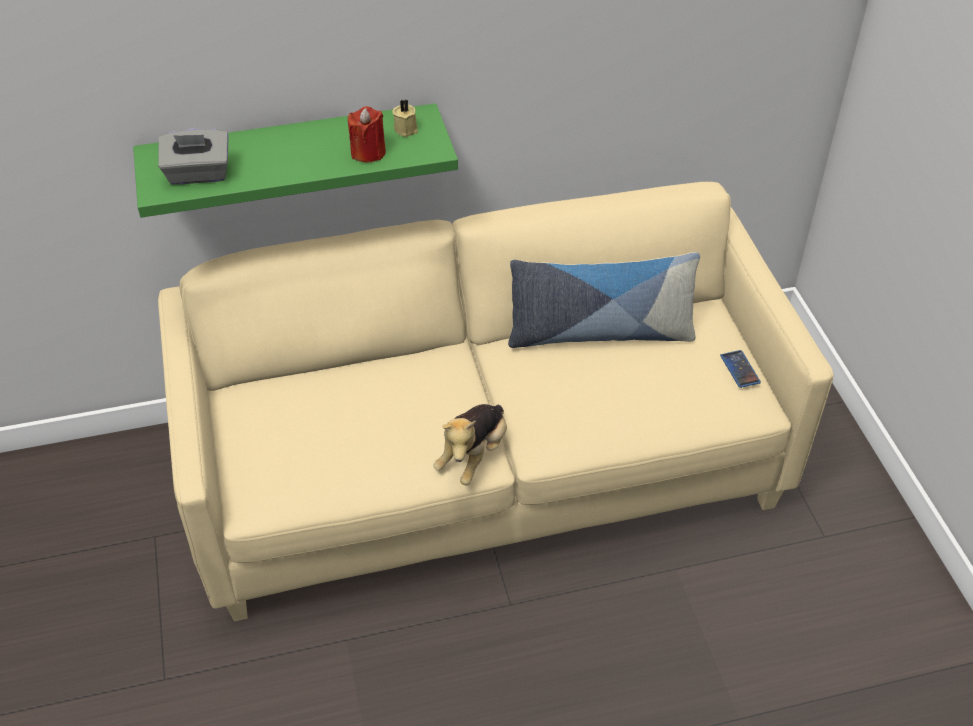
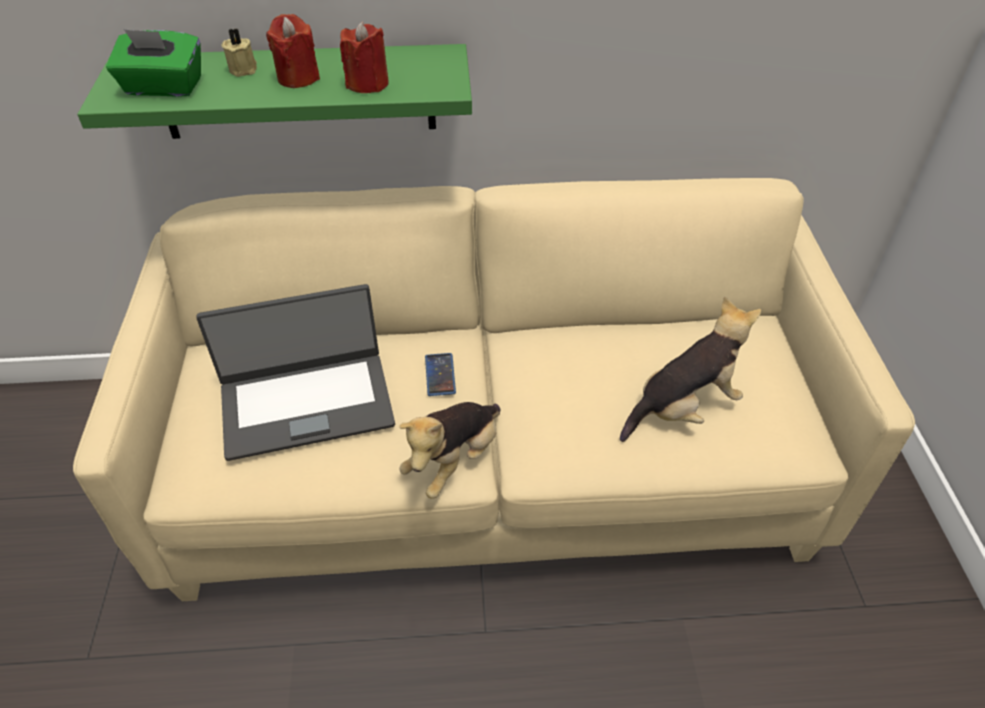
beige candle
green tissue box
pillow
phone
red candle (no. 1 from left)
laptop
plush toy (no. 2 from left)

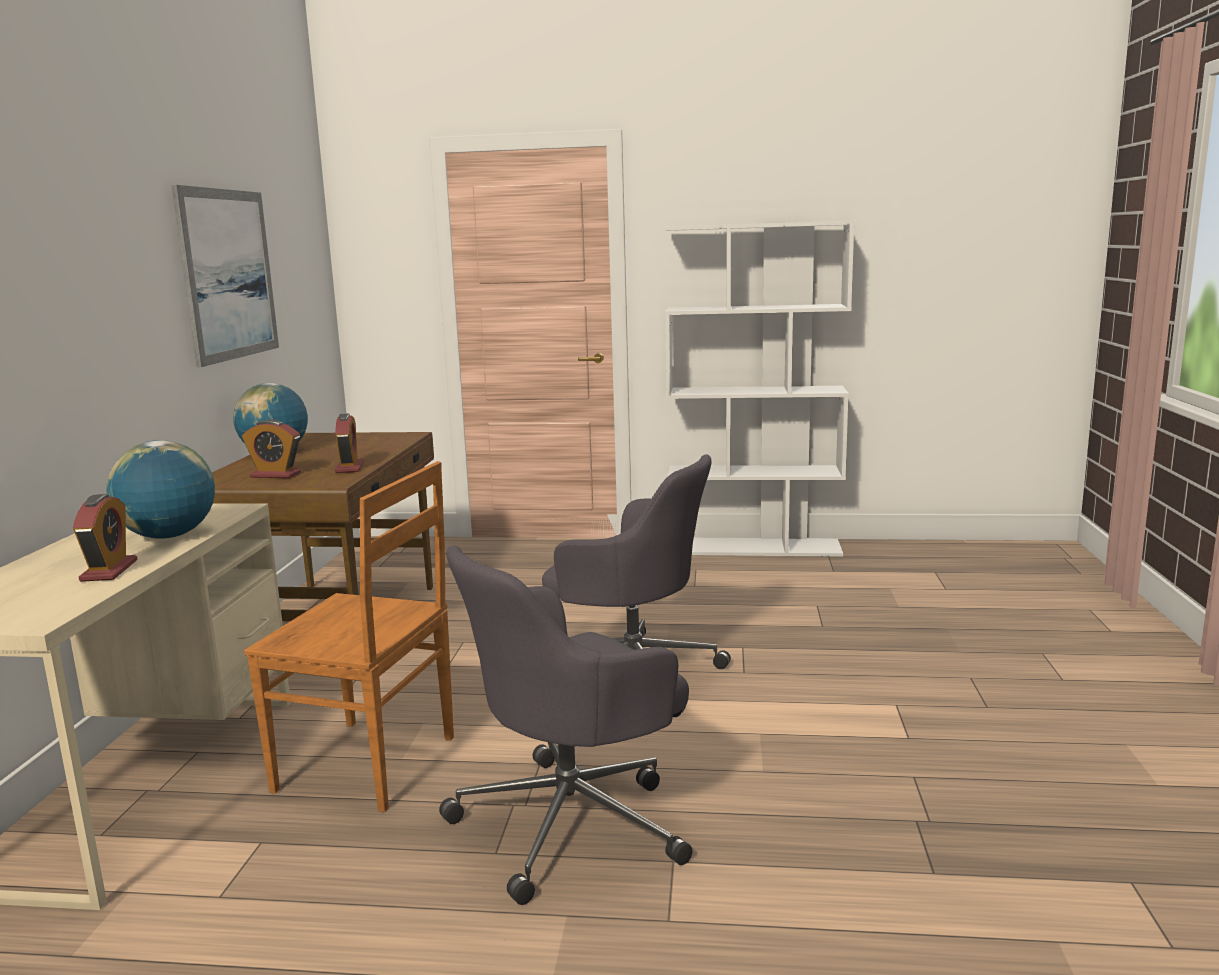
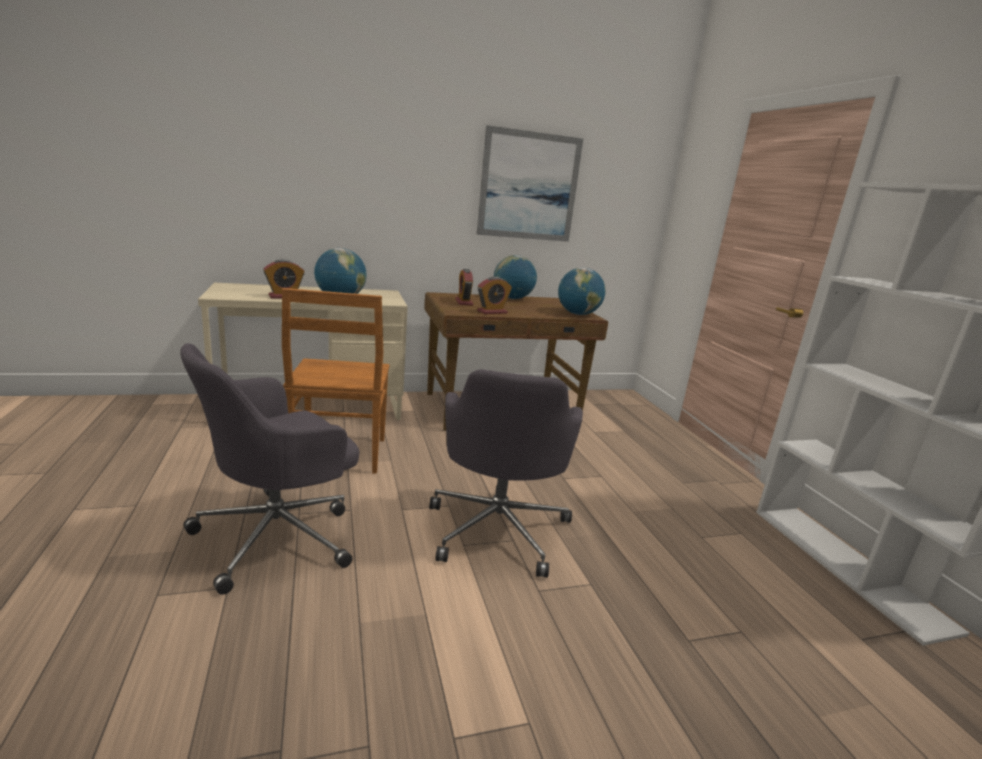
grey office chair (no. 1 from left)
globe (no. 3 from left)

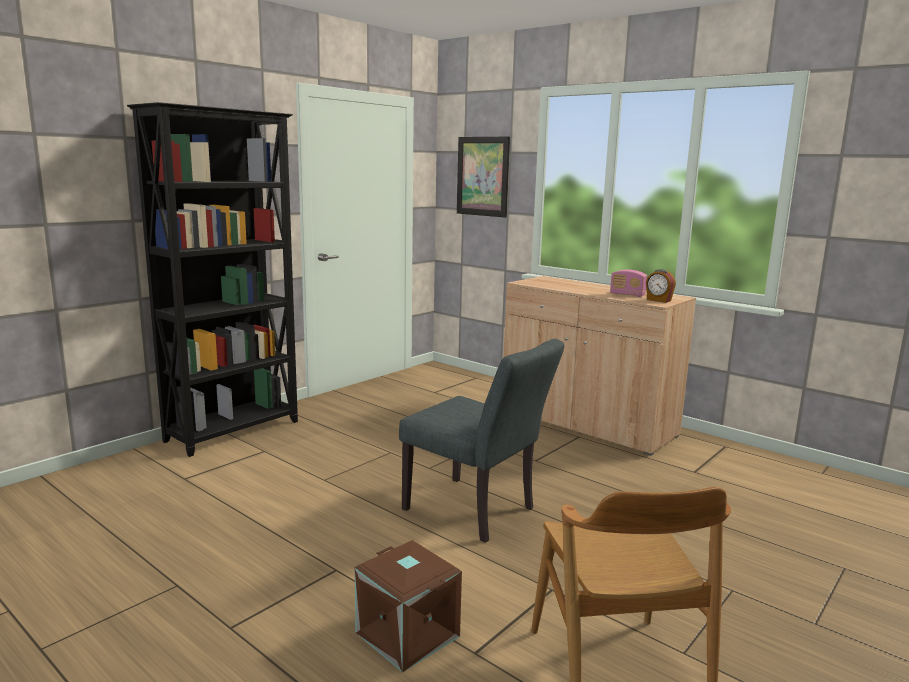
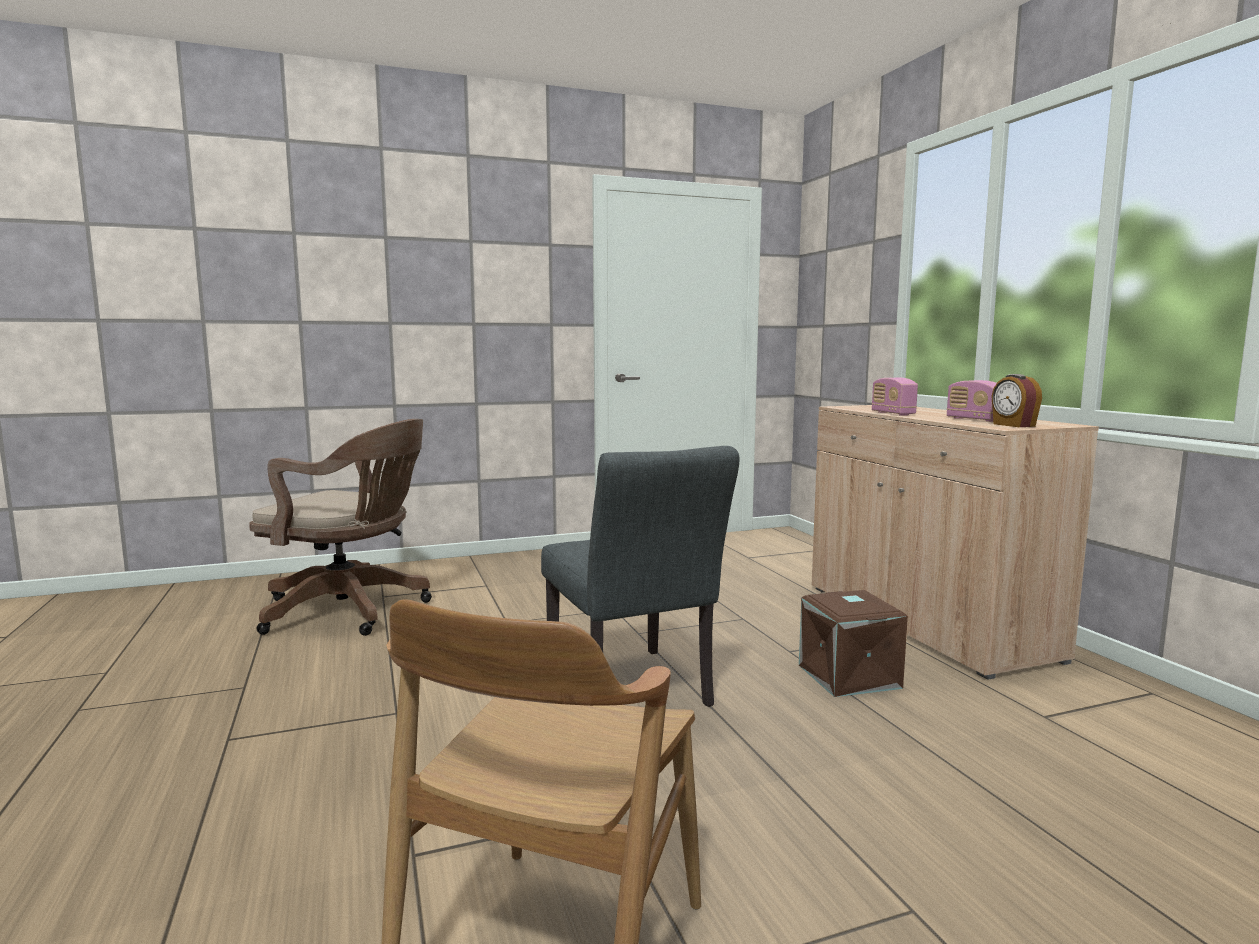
black bookcase
picture
brown storage box
radio (no. 1 from left)
brown office chair

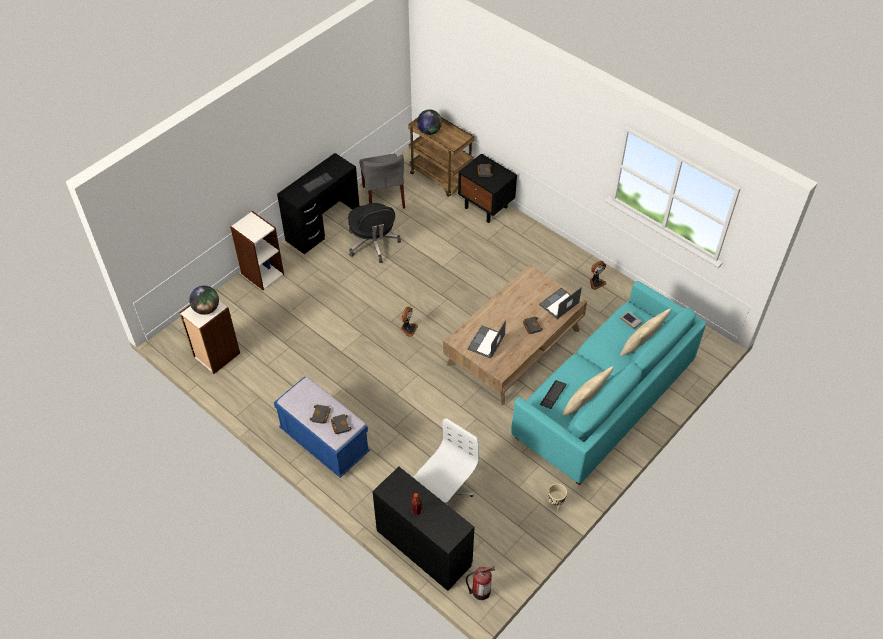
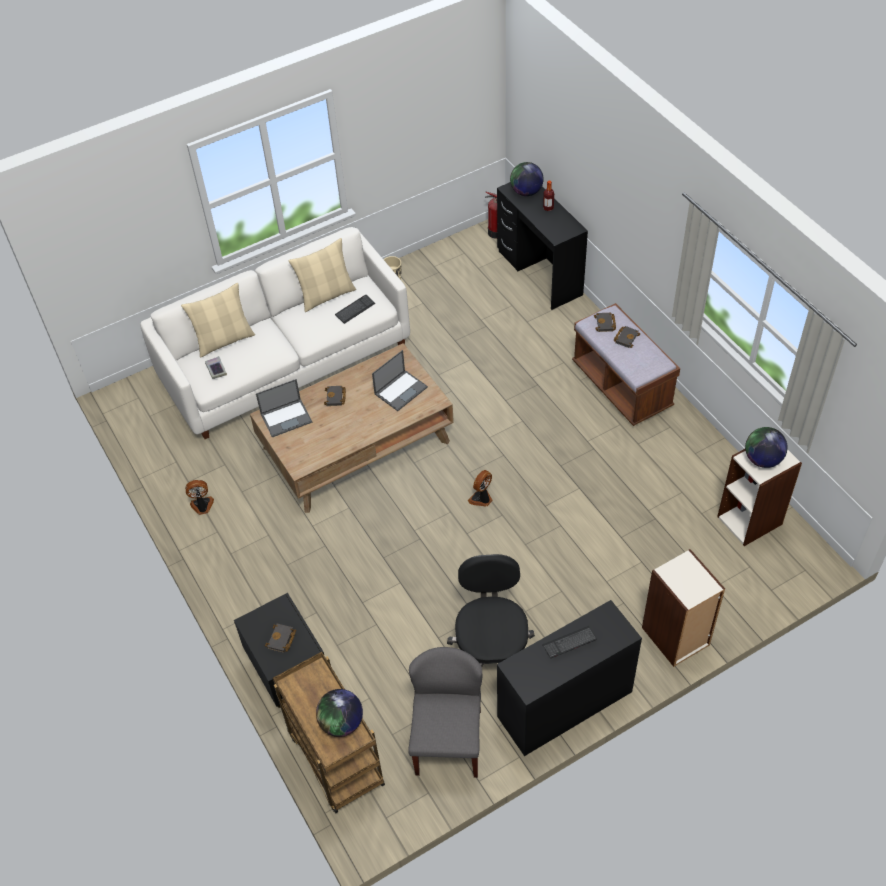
white sofa
brown bench
white office chair
globe (no. 2 from left)

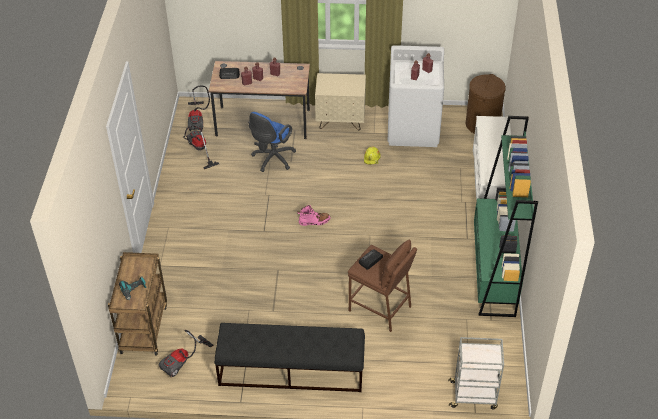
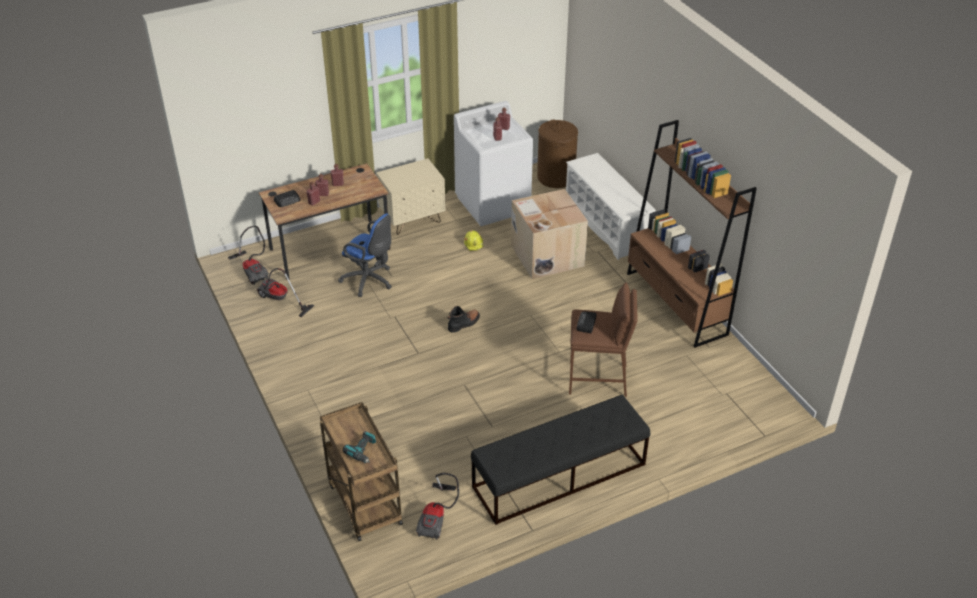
blue office chair
brown bookcase
black boot
grey cart
cardboard box

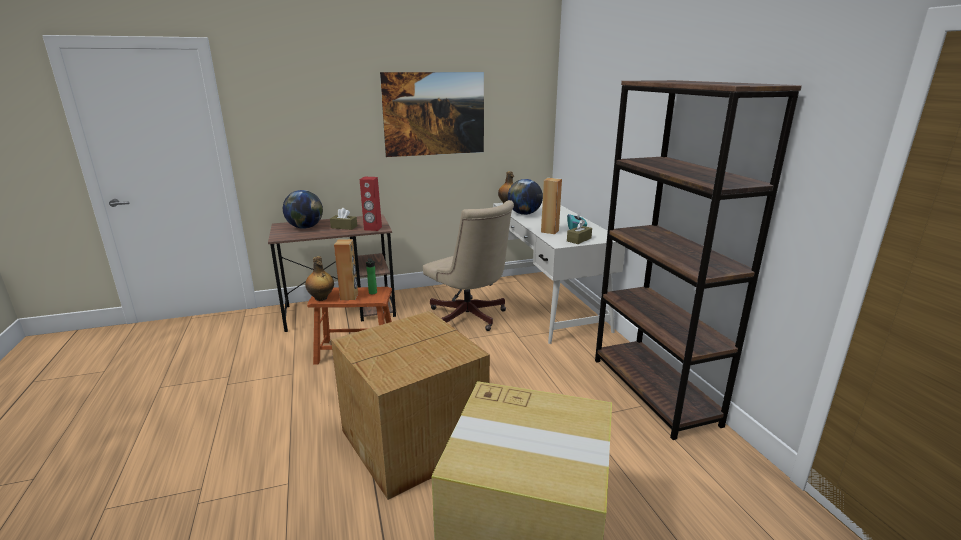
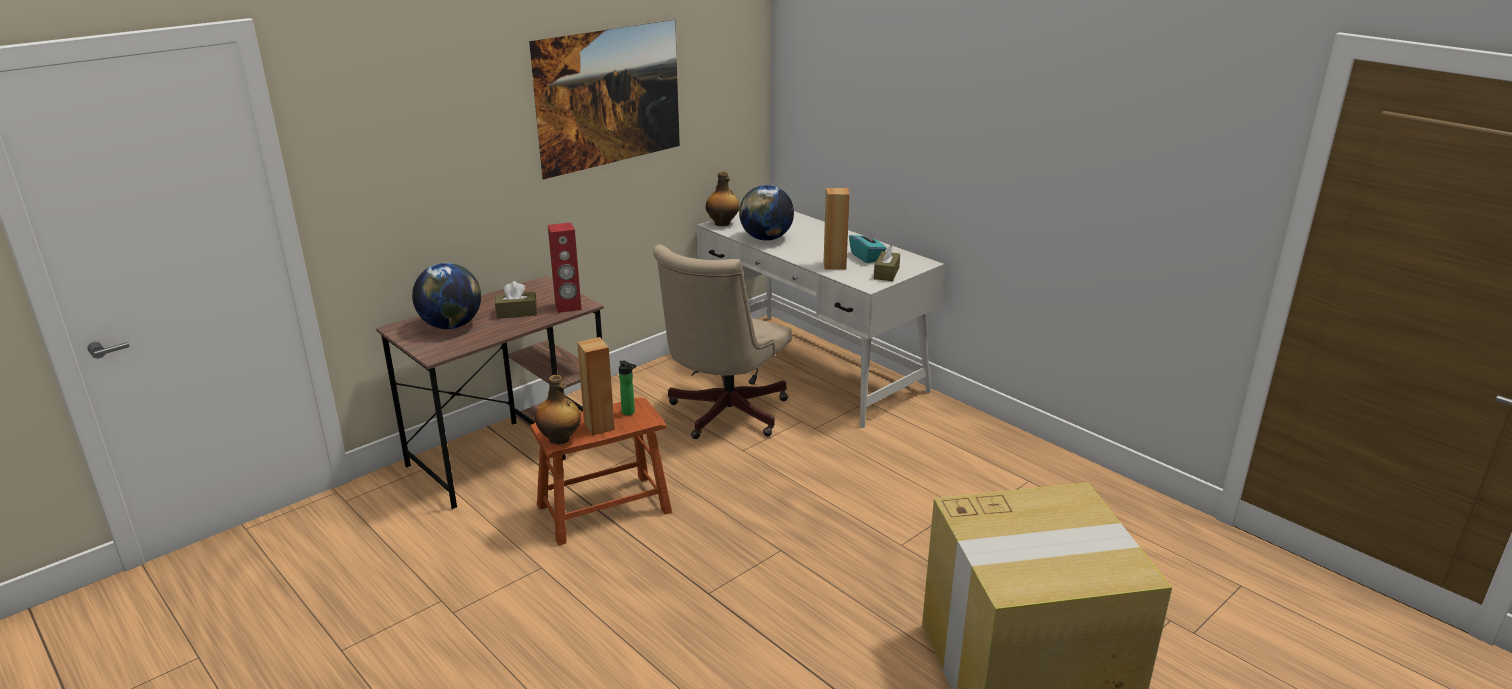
brown bookcase
beige office chair
cardboard box (no. 1 from left in the first image)

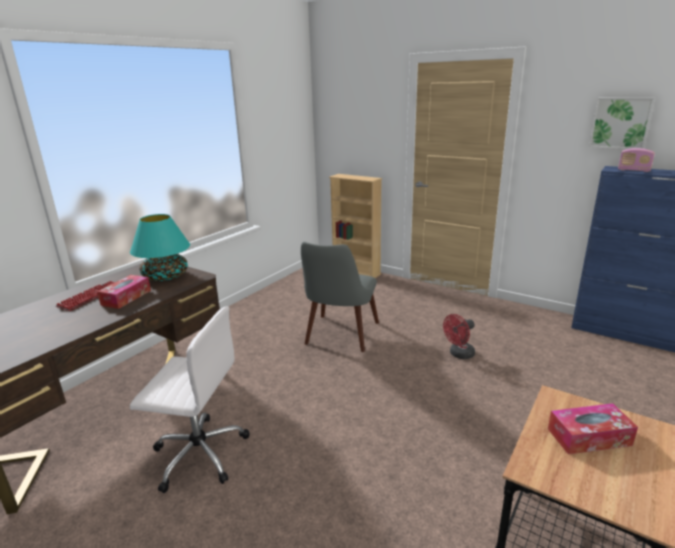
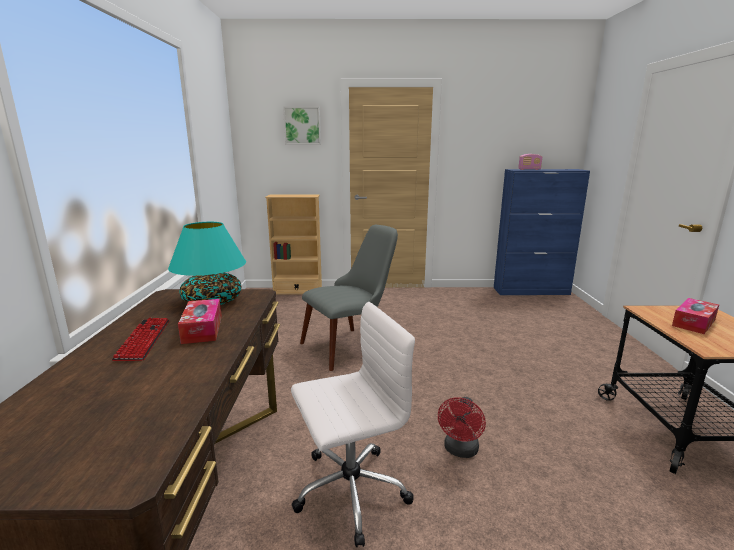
picture
grey chair
red fan

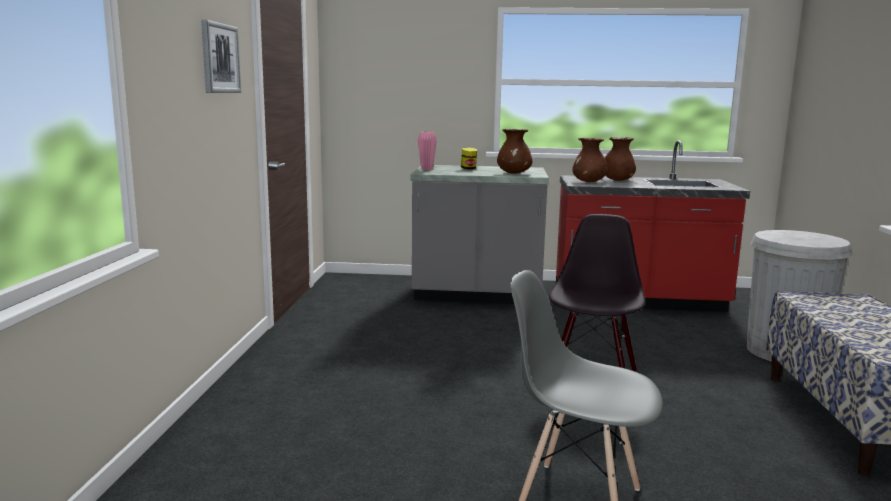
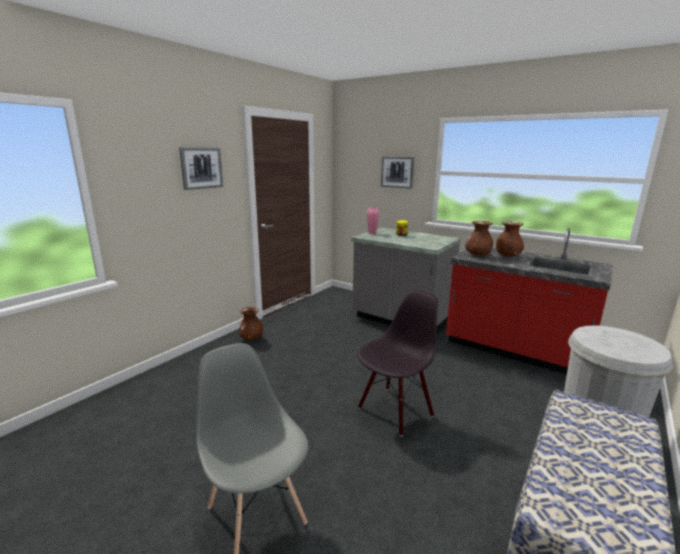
brown vase (no. 1 from left)
picture (no. 2 from left)

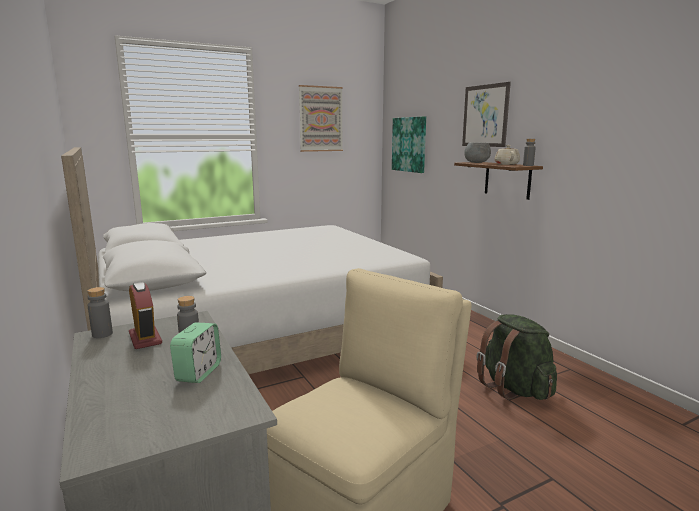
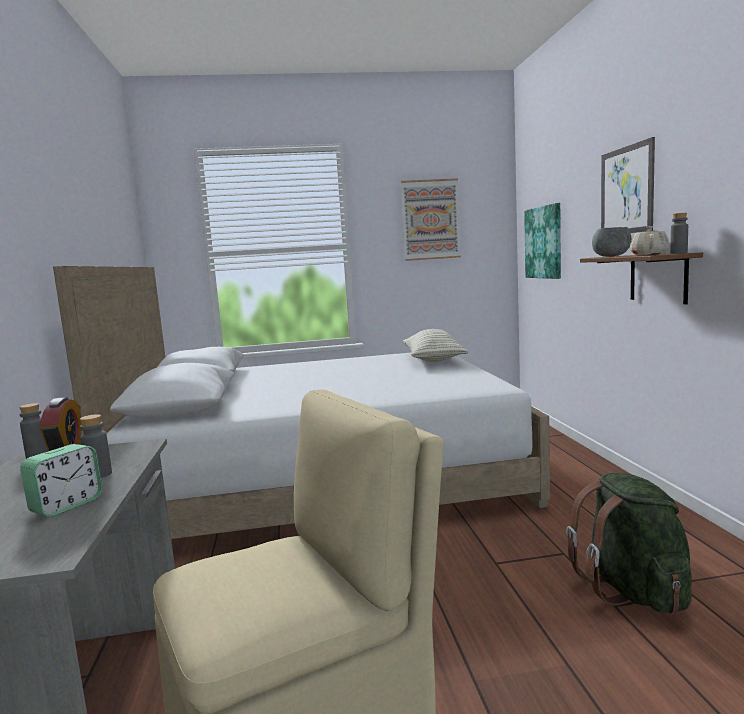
pillow

